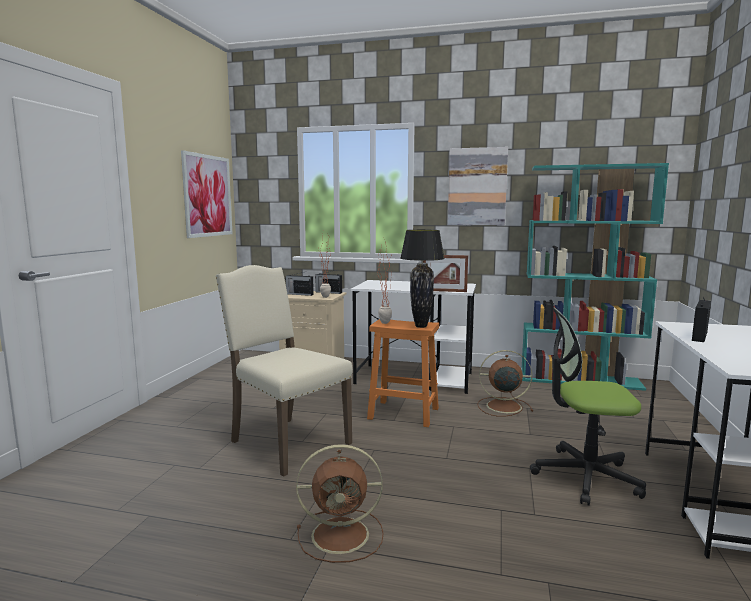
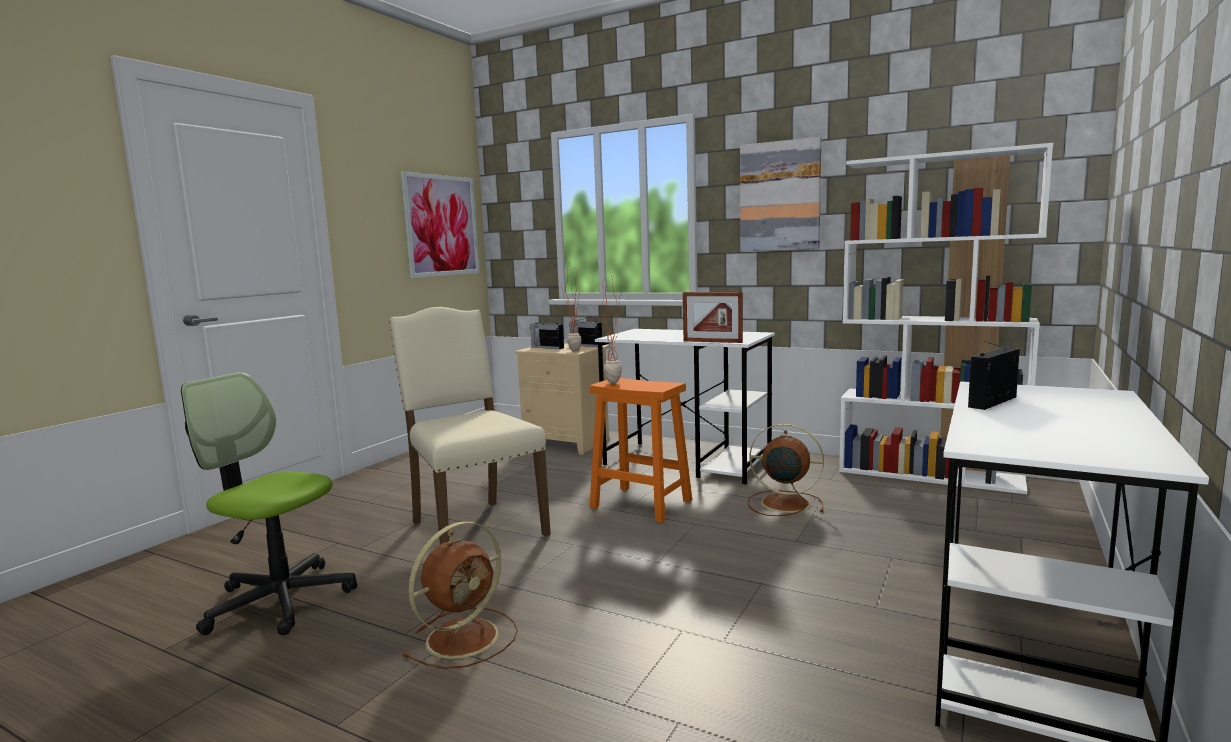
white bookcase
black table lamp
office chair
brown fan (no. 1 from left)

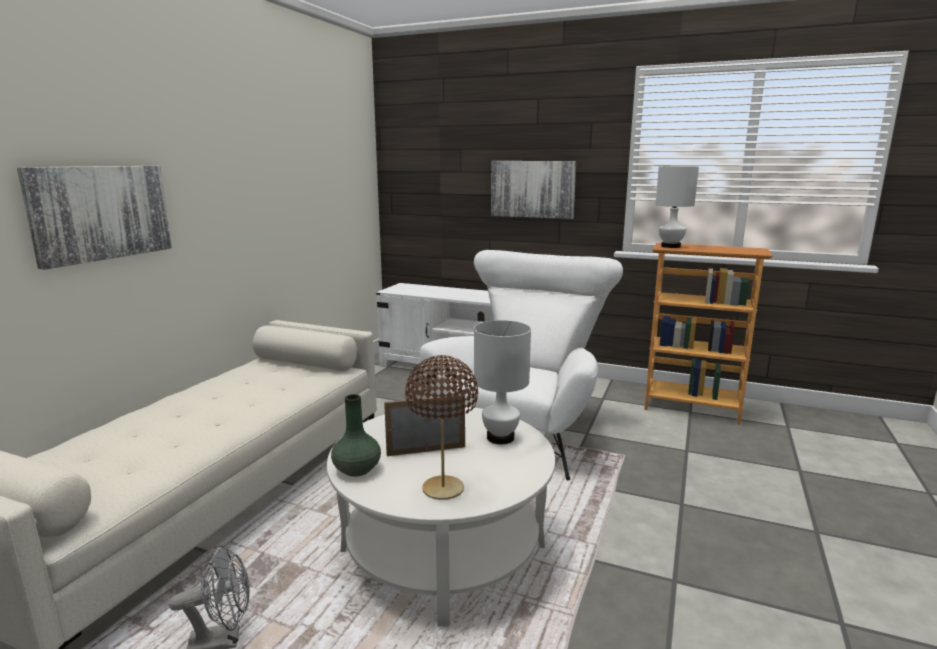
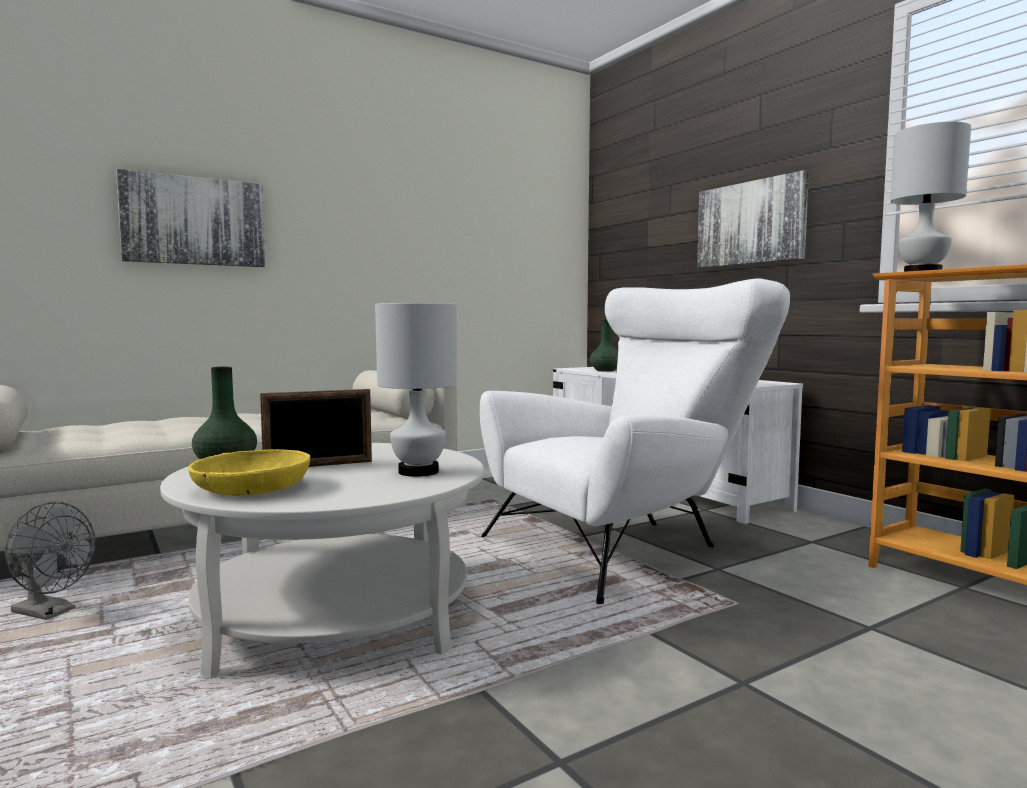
yellow bowl
picture frame
green vase (no. 2 from left)

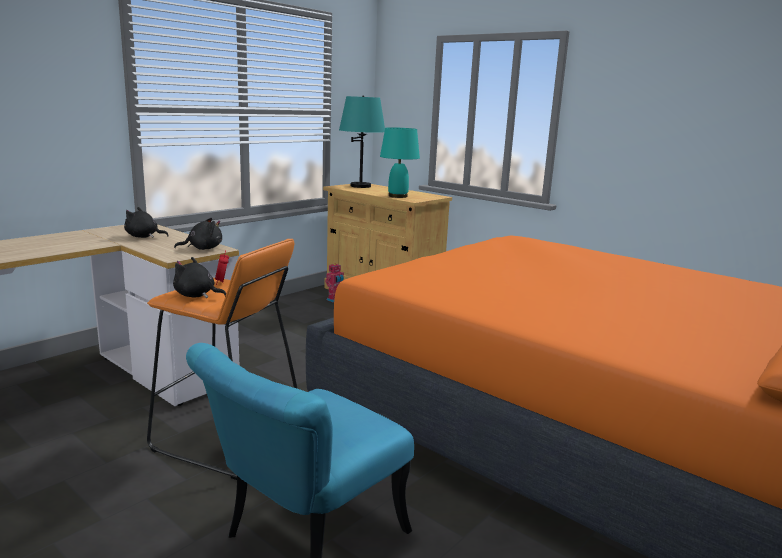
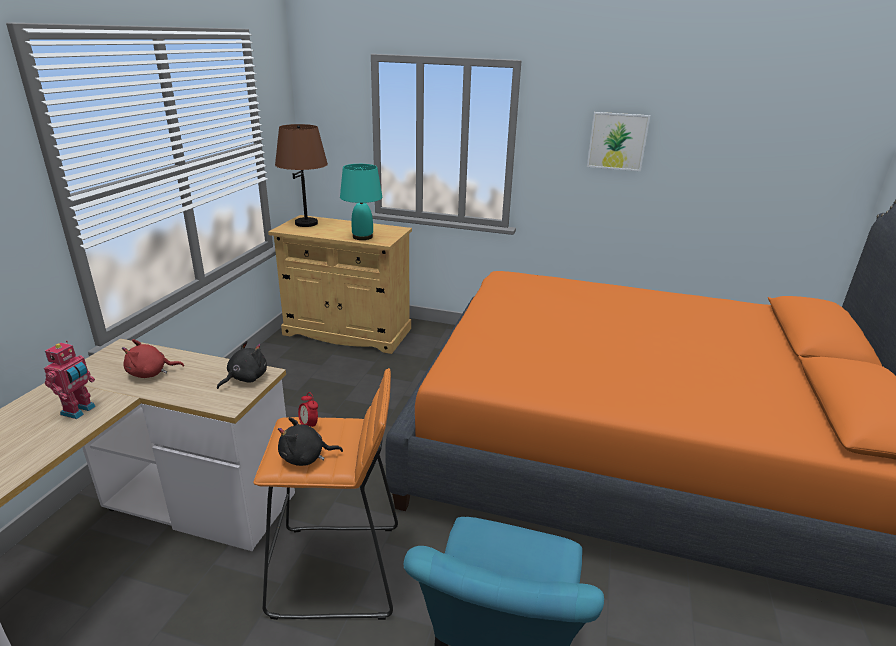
brown table lamp
red plush toy
toy robot
picture

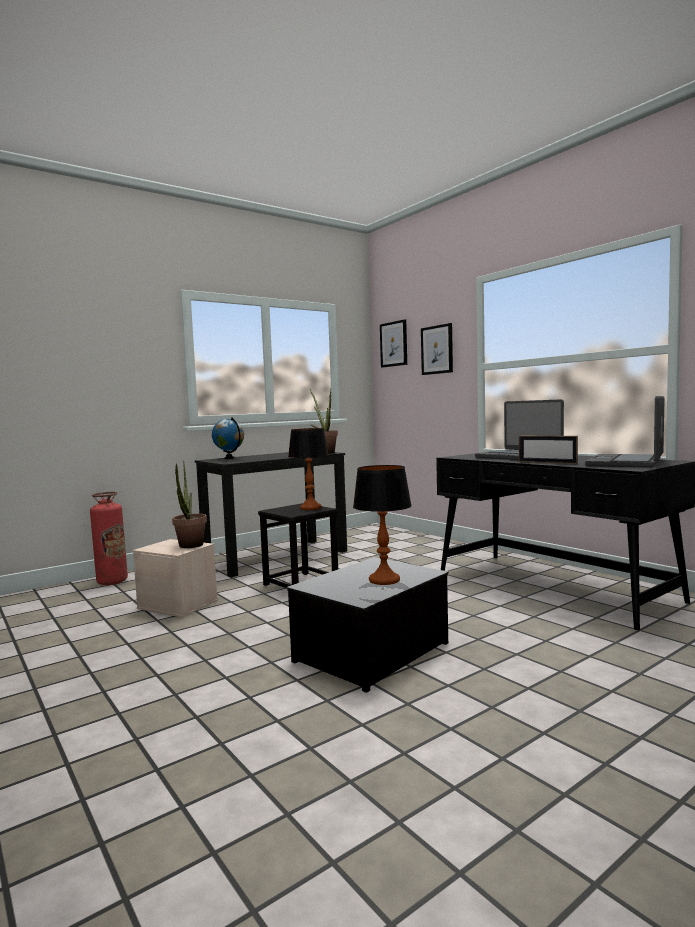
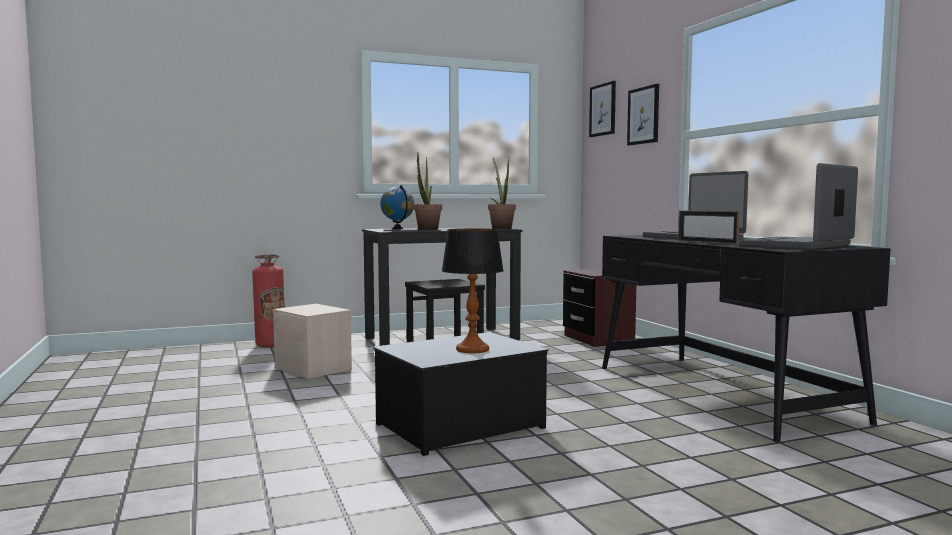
table lamp (no. 1 from left in the first image)
potted plant (no. 1 from left)
brown nightstand

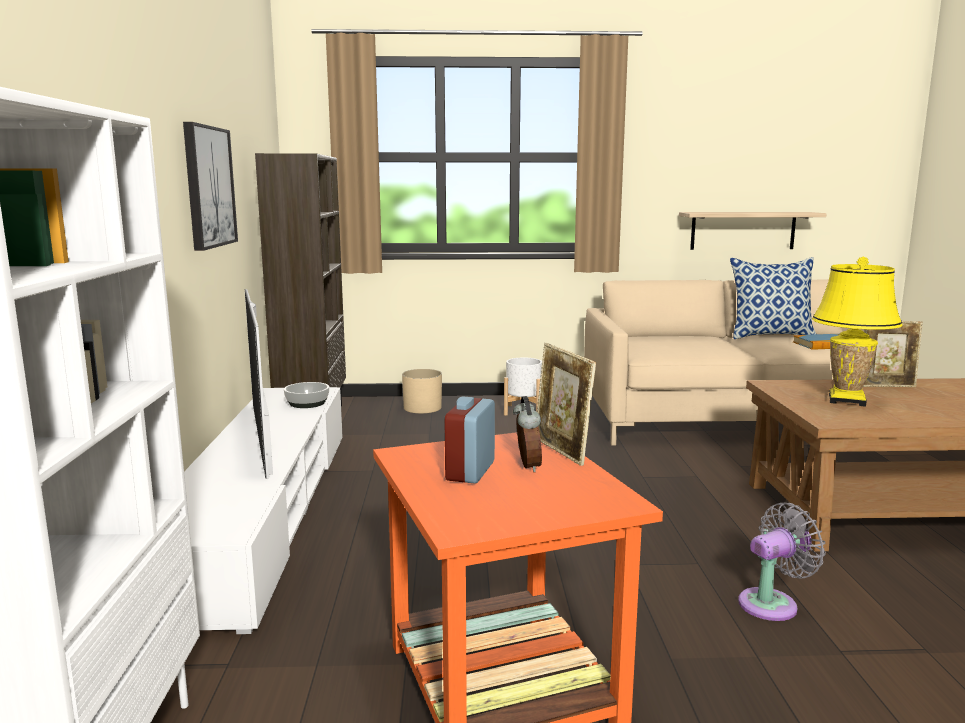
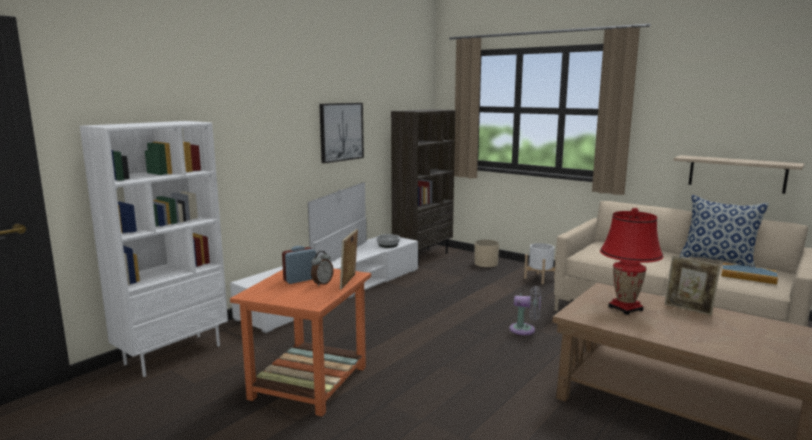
red table lamp
grey fan

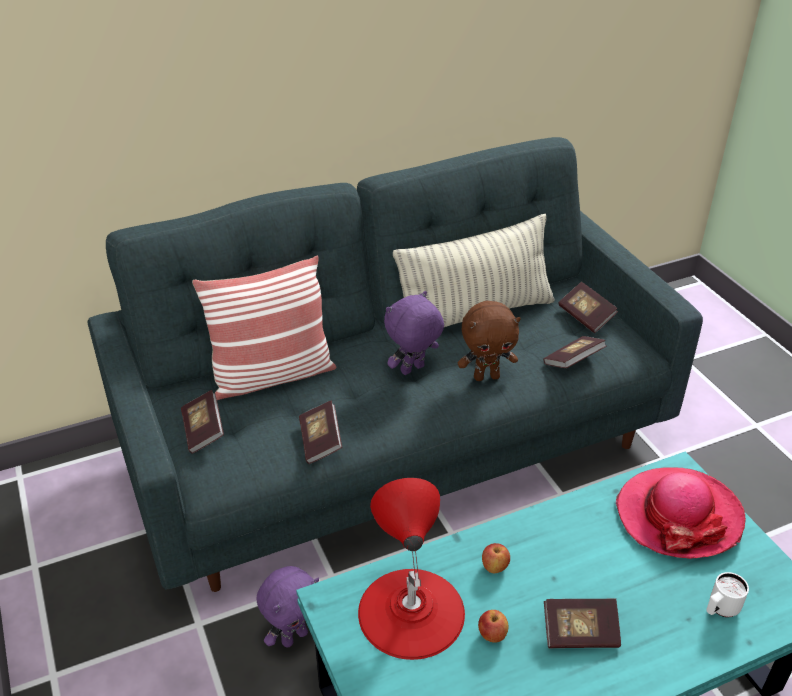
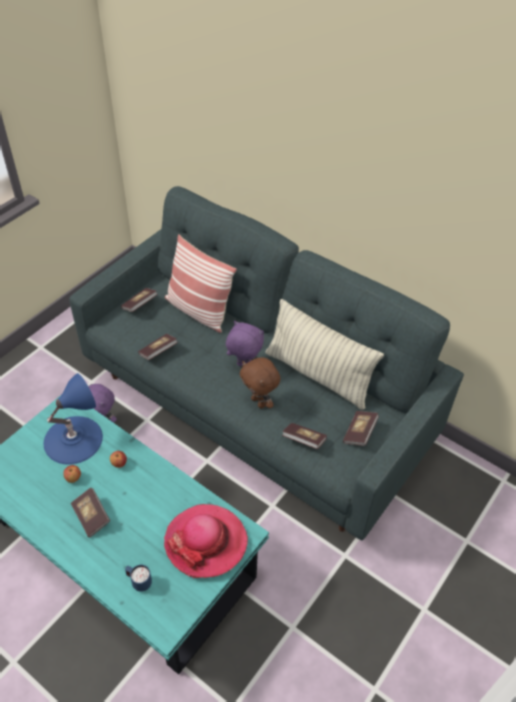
blue table lamp
blue mug

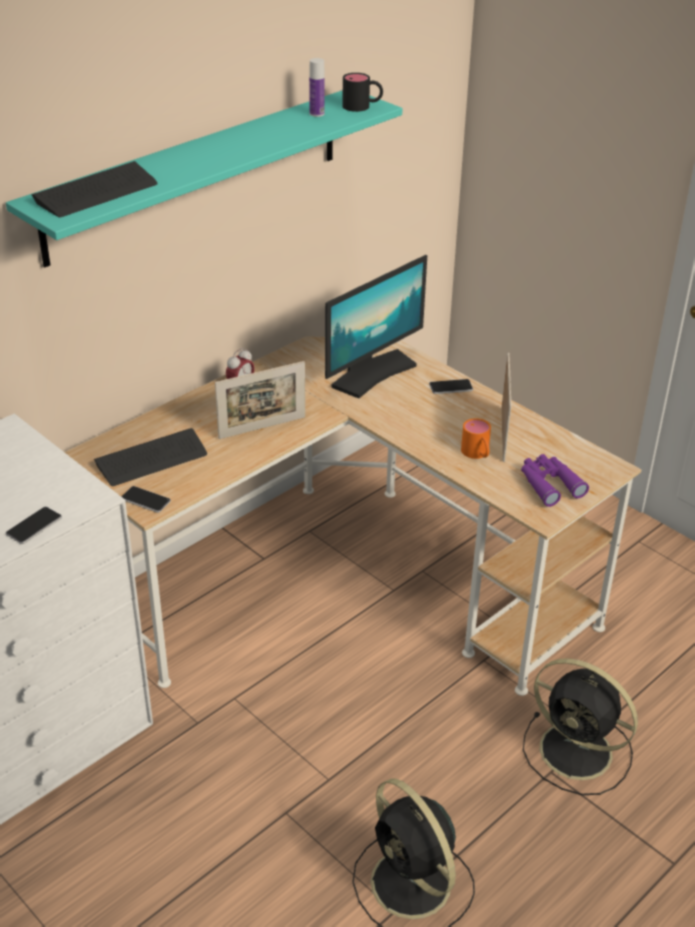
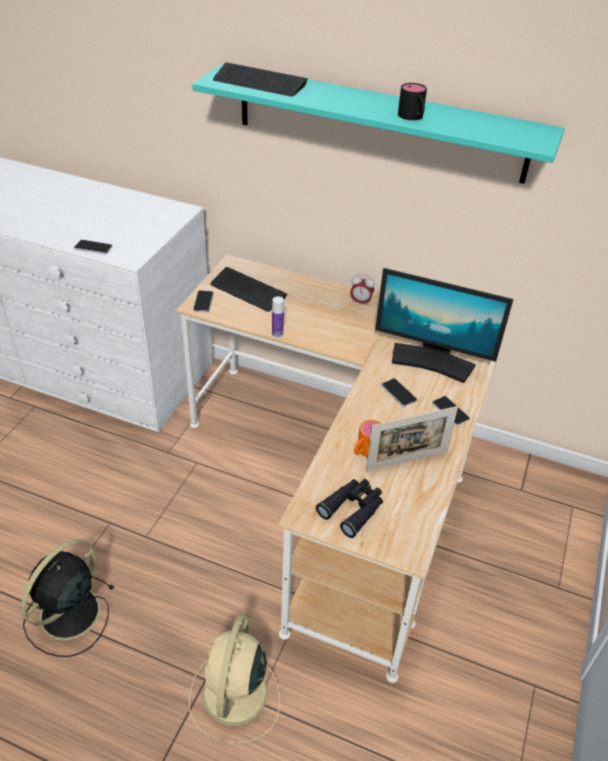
bottle
black mug
picture frame (no. 1 from left in the first image)
black binoculars
beige fan
phone (no. 3 from left)

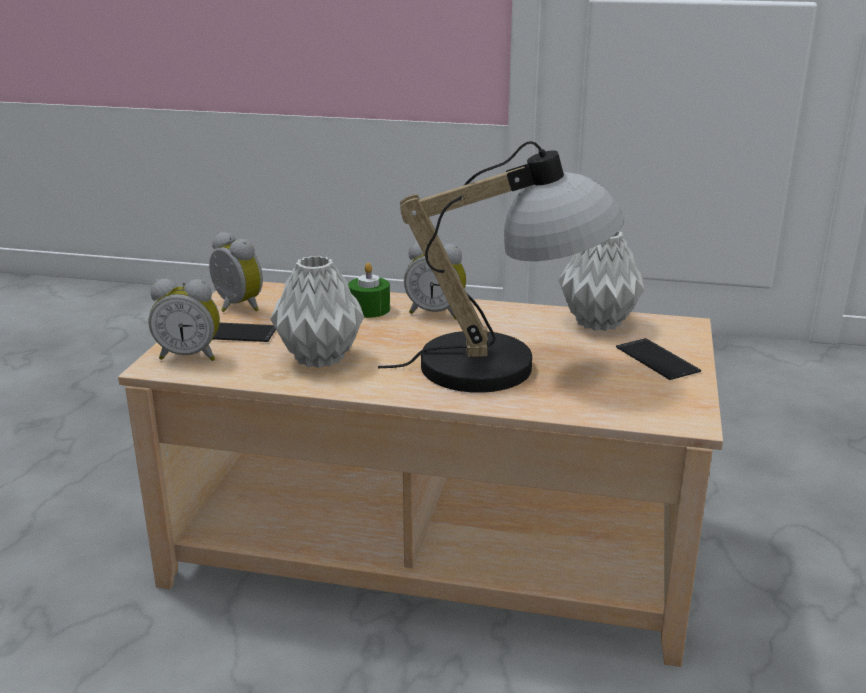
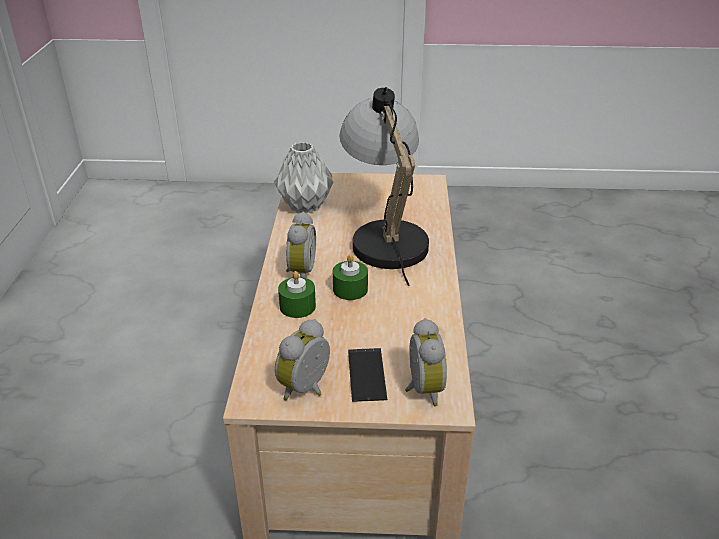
grey vase (no. 1 from left in the first image)
phone (no. 2 from left in the first image)
green candle (no. 2 from left)

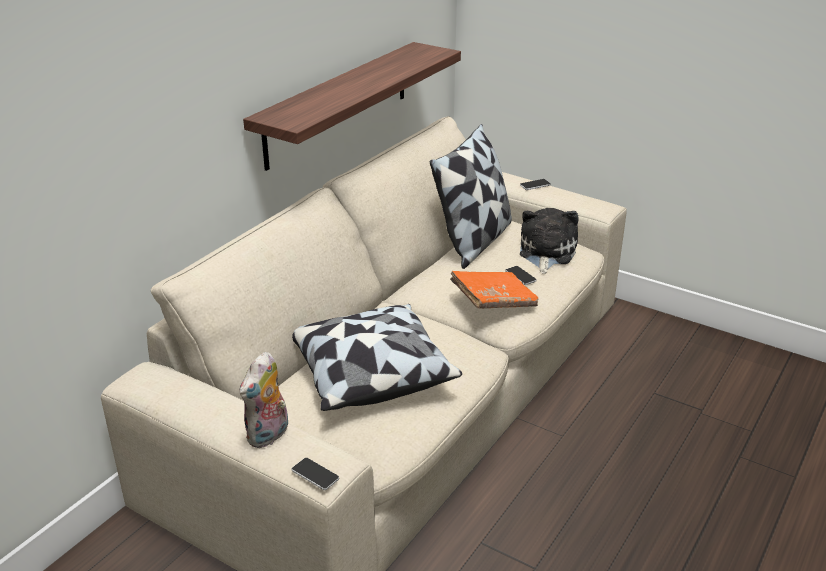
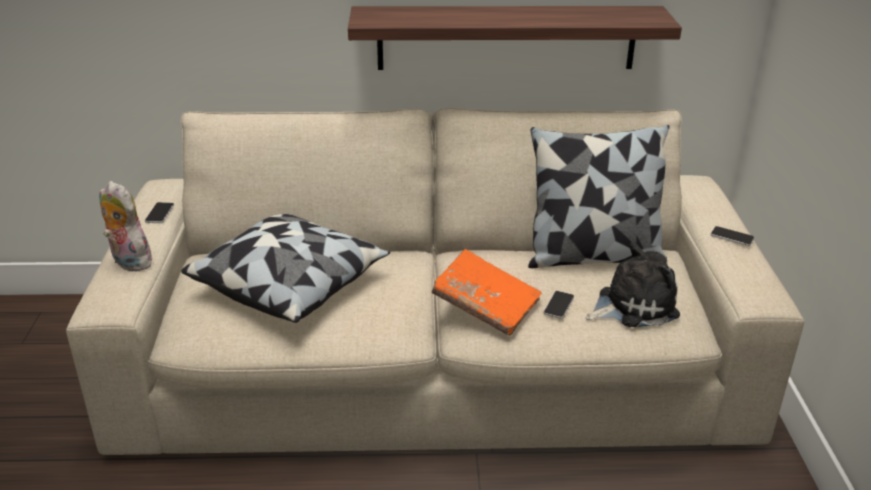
plush toy (no. 1 from left)
phone (no. 1 from left)

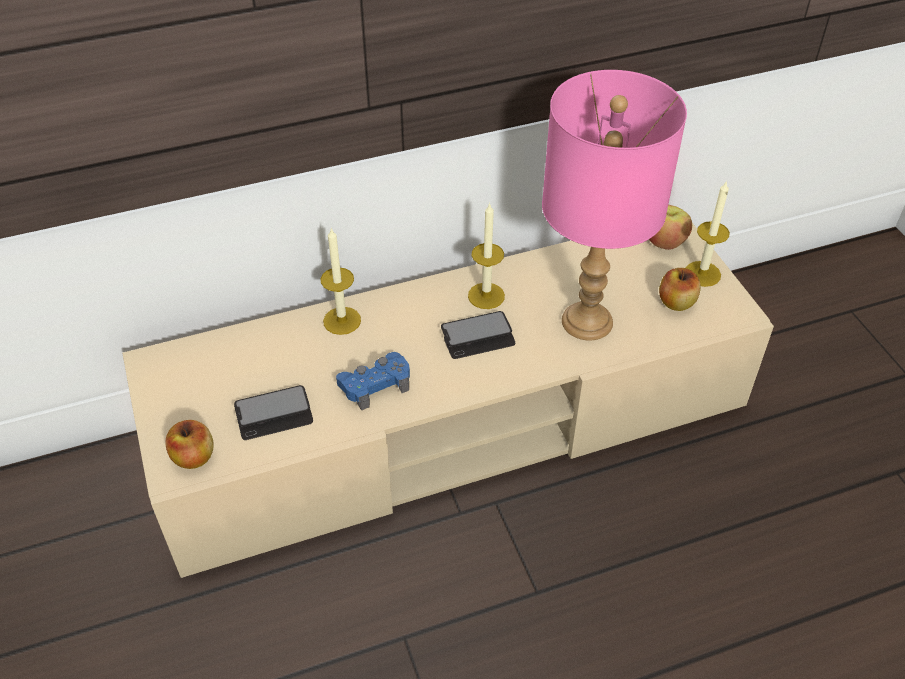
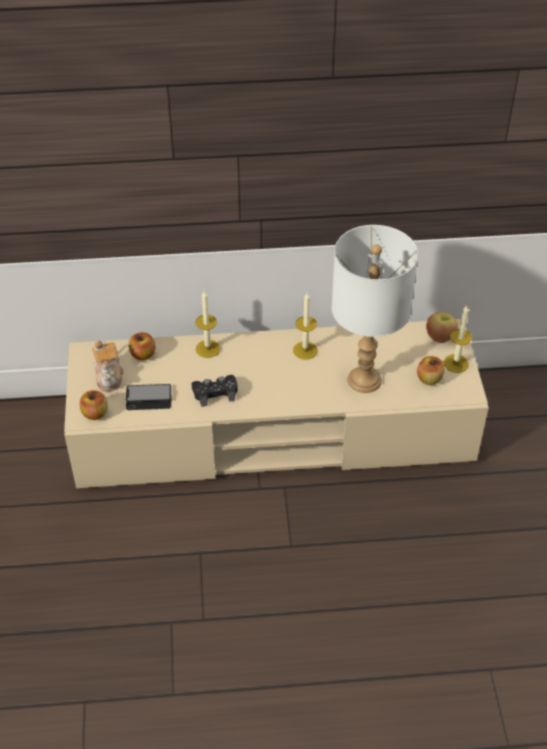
white table lamp
phone (no. 2 from left in the first image)
black game controller
apple (no. 2 from left)
teapot

